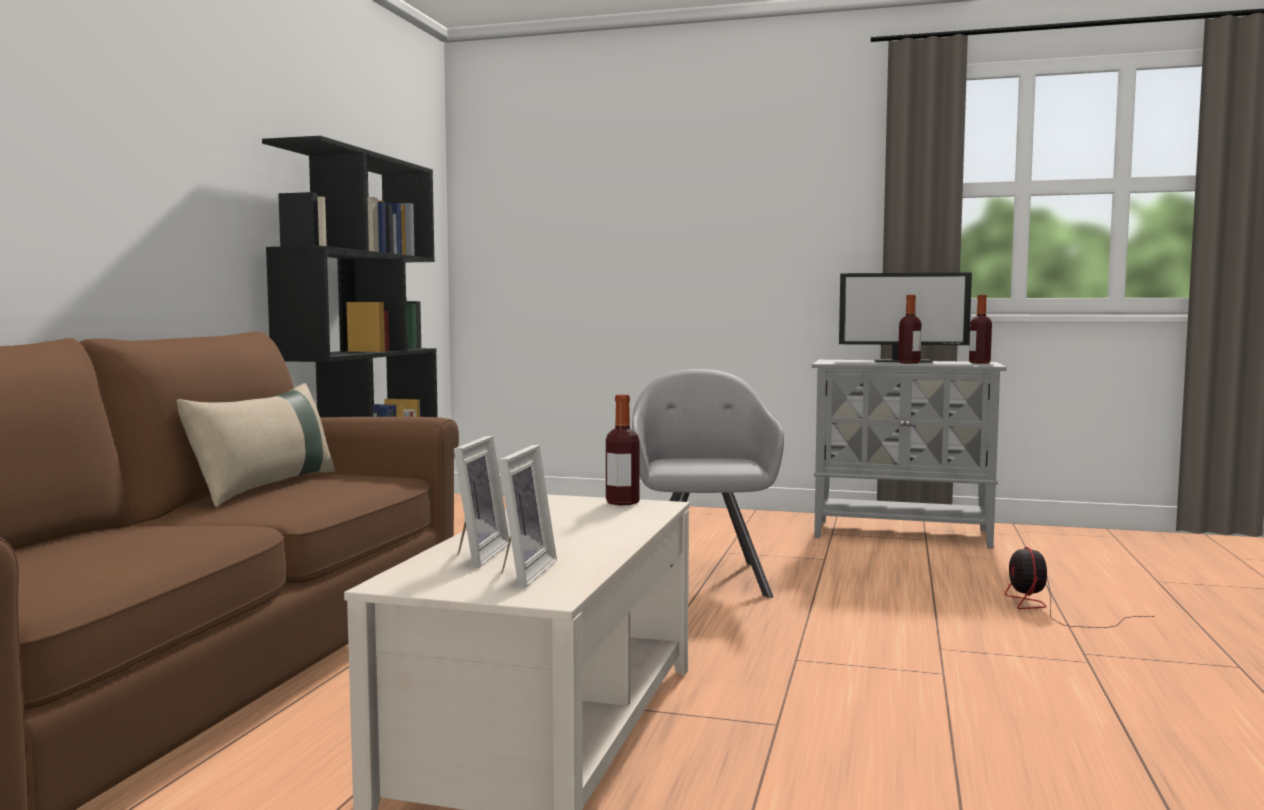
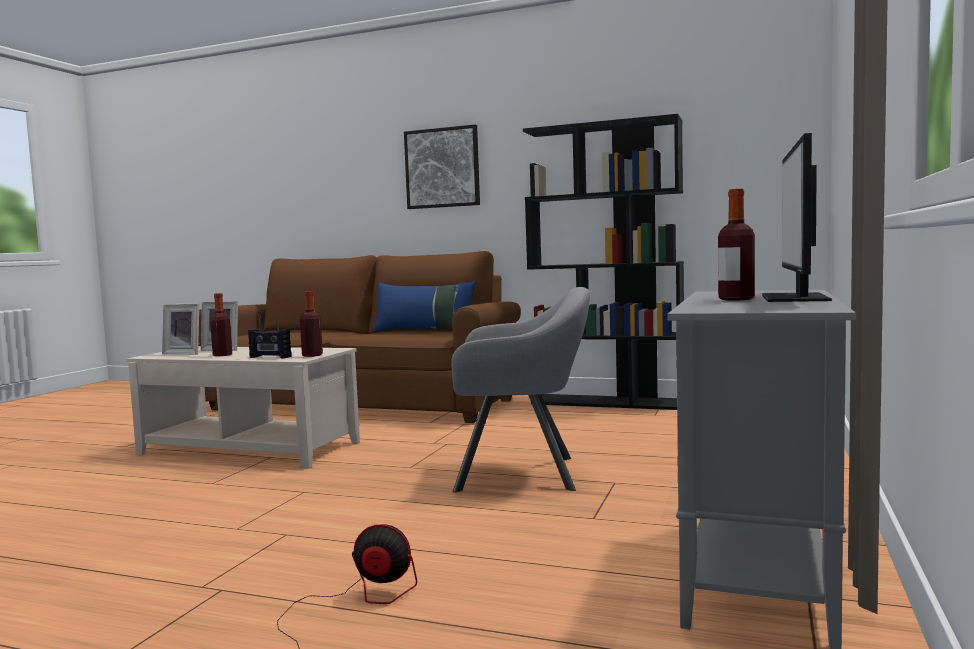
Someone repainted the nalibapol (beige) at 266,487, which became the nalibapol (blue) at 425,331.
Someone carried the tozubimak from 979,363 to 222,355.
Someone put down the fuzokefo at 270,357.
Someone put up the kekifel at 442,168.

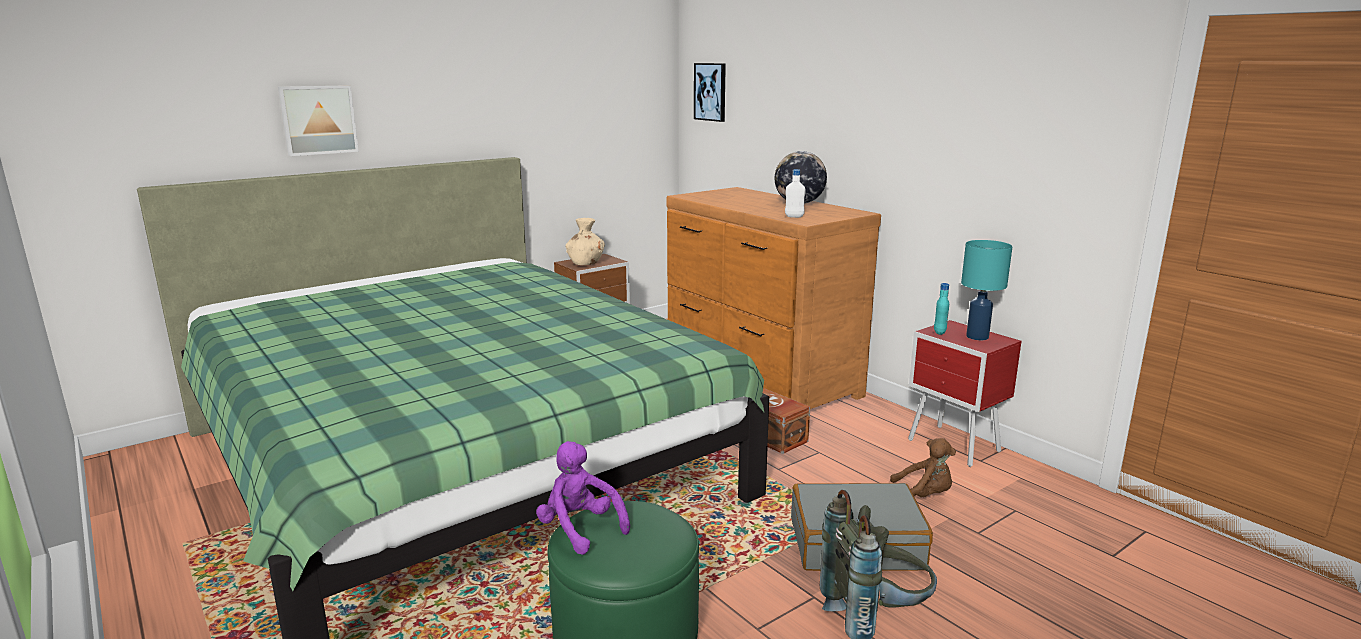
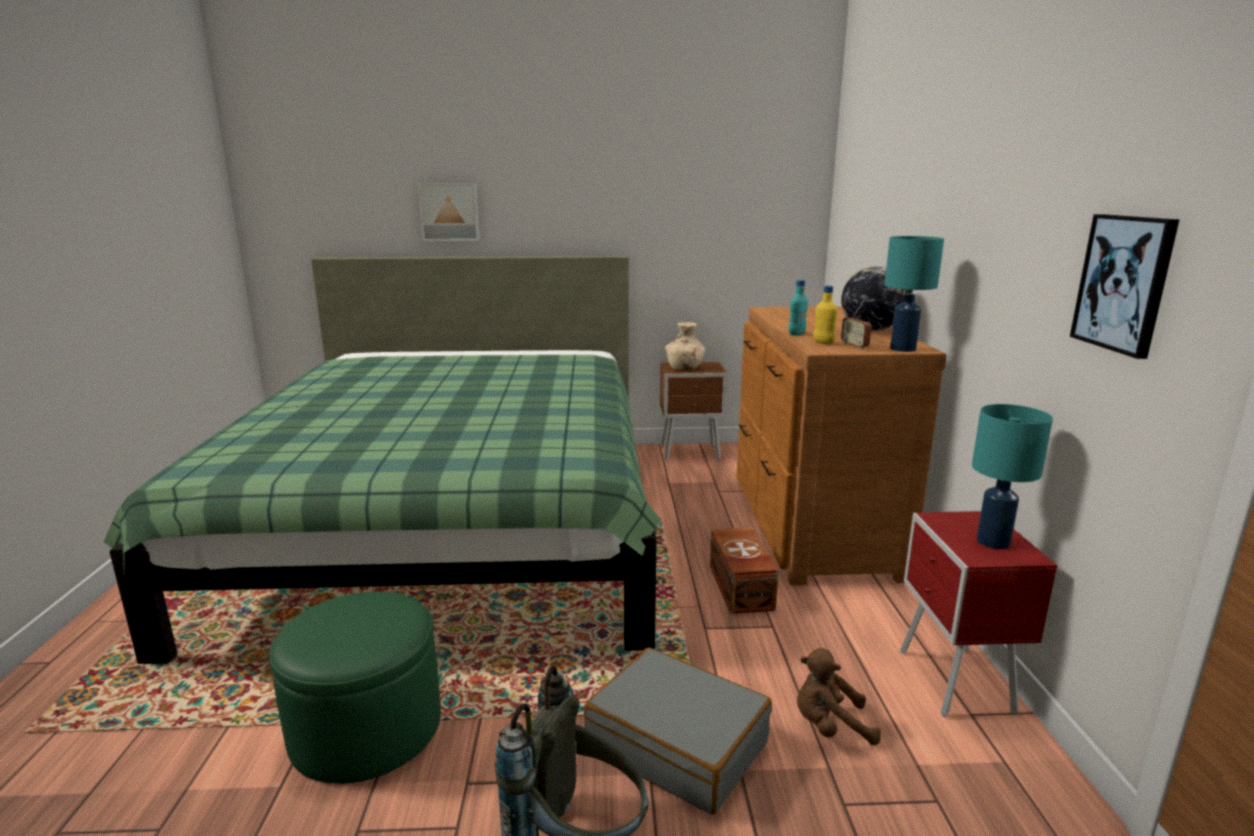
Someone took away the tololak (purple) at 579,529.
Someone carried the kekifel from 710,92 to 1124,283.
Someone repainted the tozubimak (white) at 794,217, which became the tozubimak (yellow) at 823,343.
Someone rotated the tololak (brown) at 923,496 by 135 degrees clockwise.
Someone carried the tozubimak (turquoise) from 939,332 to 796,334.
Someone put down the fuzokefo at 854,346.
Someone put down the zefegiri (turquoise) at 902,349.

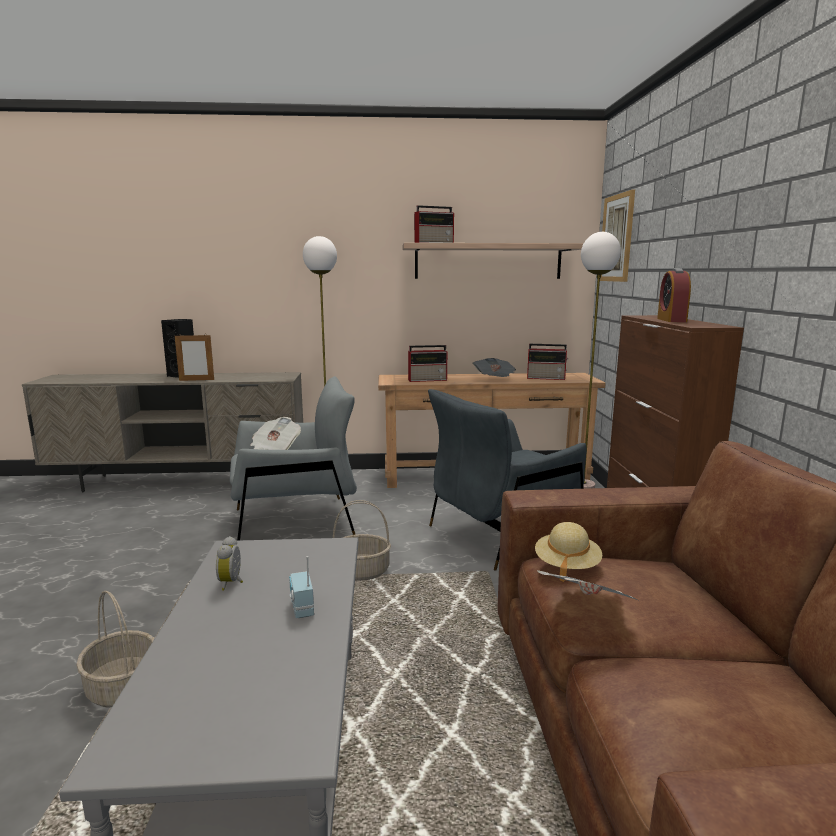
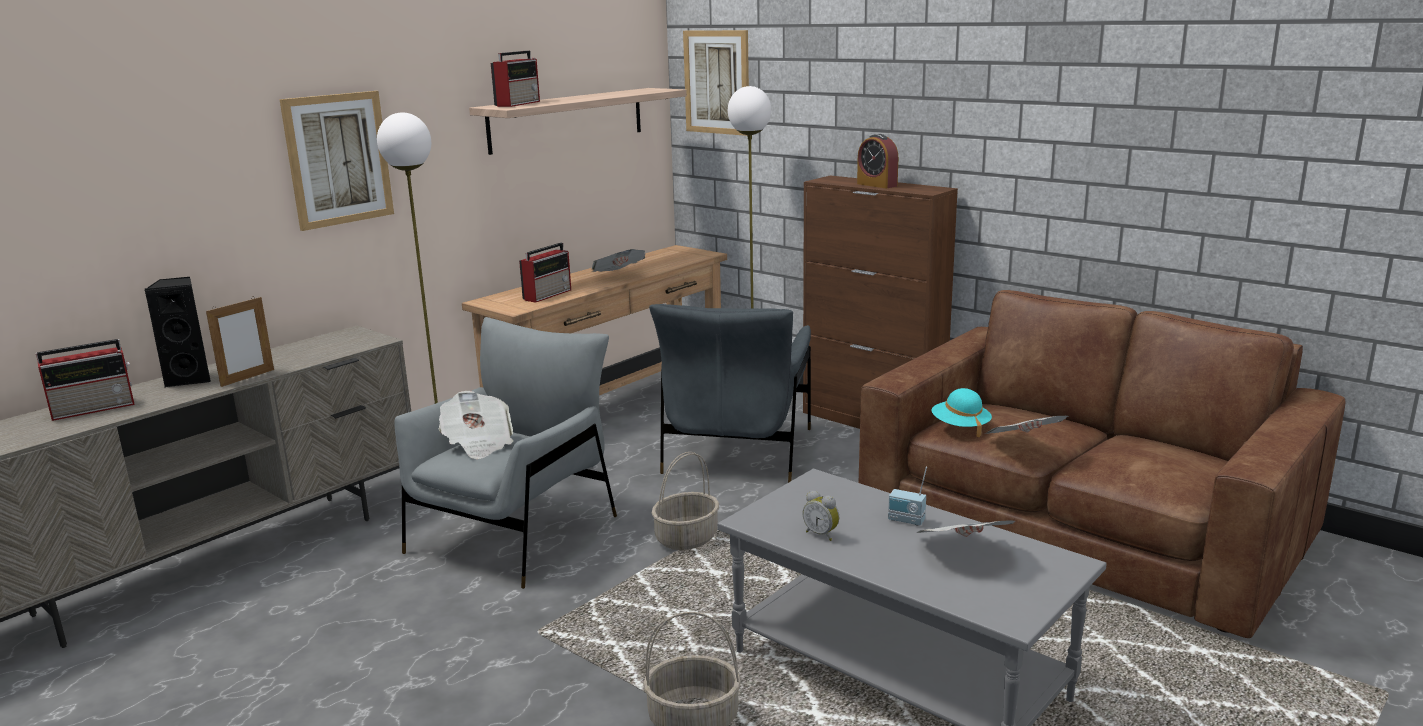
Someone carried the fuzokefo from 547,378 to 95,408.
Someone repainted the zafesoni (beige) at 566,565, which became the zafesoni (turquoise) at 960,427.
Someone put up the kekifel at 338,159.
Someone put down the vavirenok at 962,551.

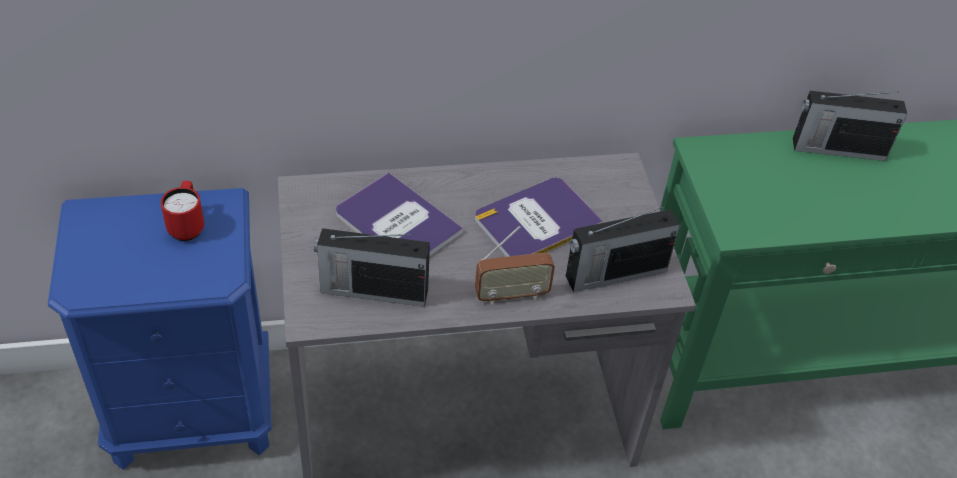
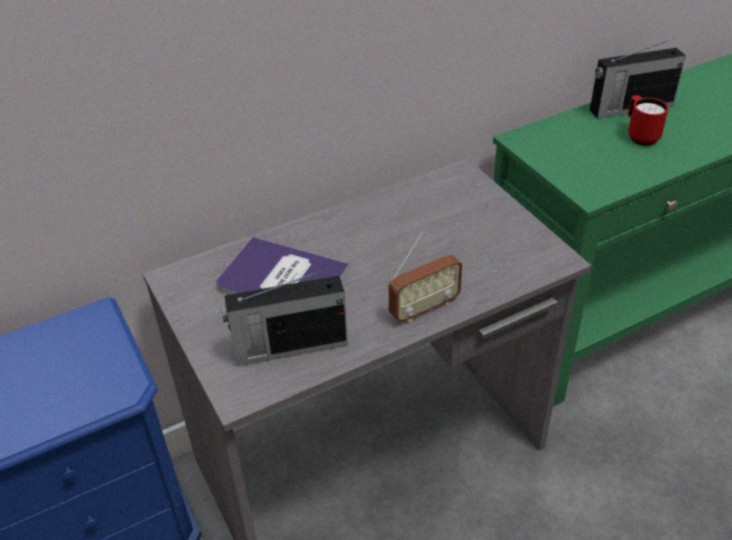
Someone carried the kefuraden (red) from 187,226 to 640,136.
Someone took away the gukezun at 537,221.
Someone took away the fuzokefo at 614,274.

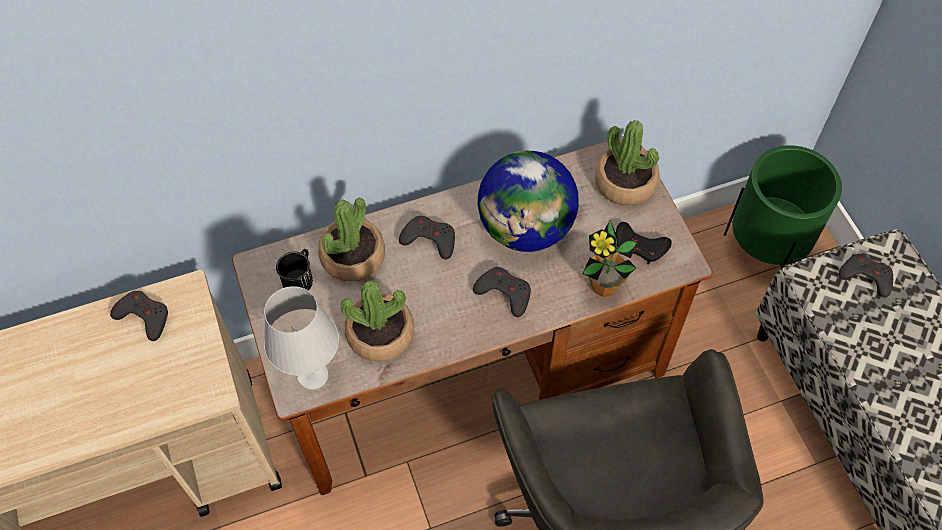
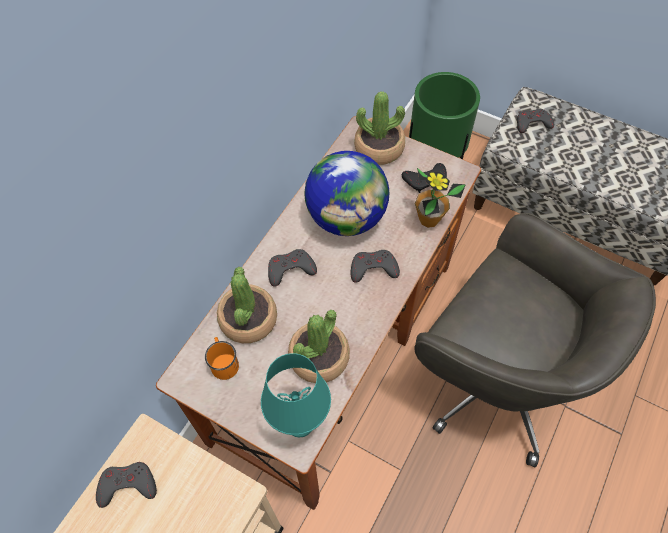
Someone repainted the zefegiri (white) at 313,375, which became the zefegiri (turquoise) at 300,423.
Someone repainted the kefuraden (black) at 300,278, which became the kefuraden (orange) at 224,362.

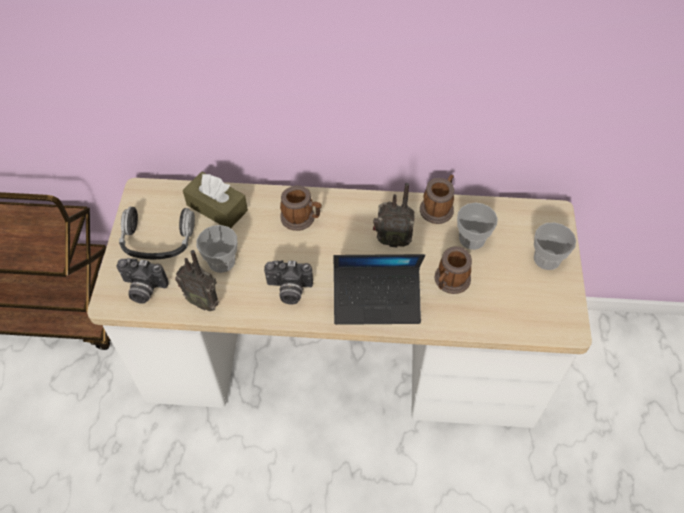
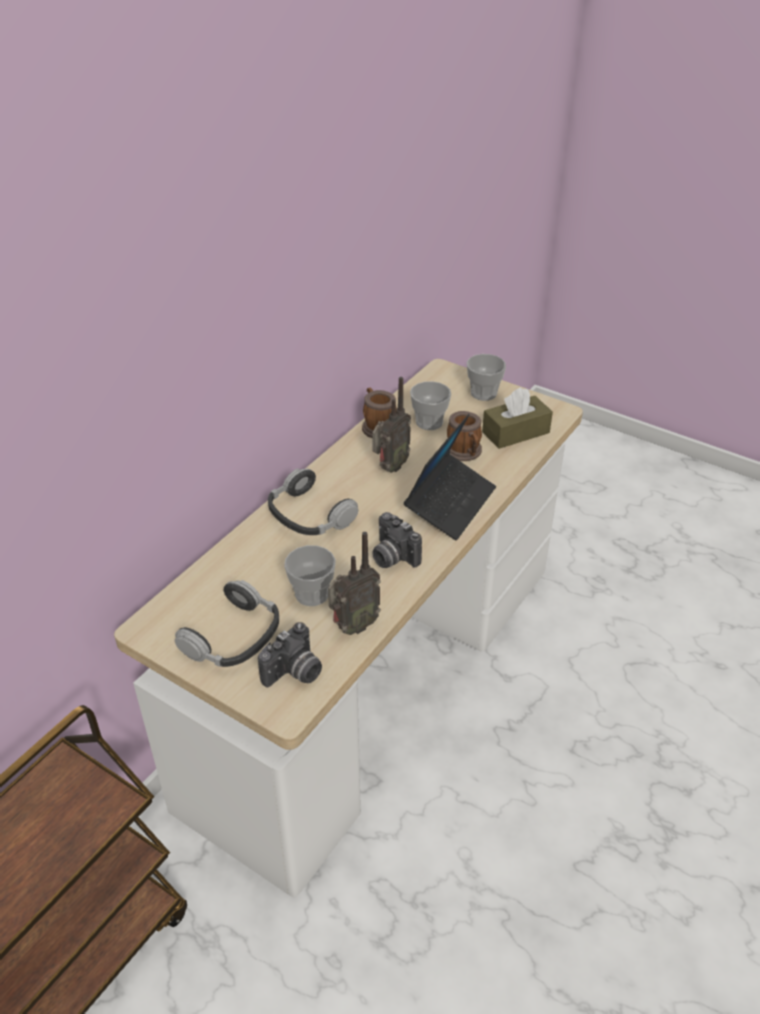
Someone carried the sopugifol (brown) from 217,208 to 515,432.
Someone rotated the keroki at 289,290 by 105 degrees clockwise.
Someone swapped the kefuraden at 301,218 for the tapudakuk at 309,515.

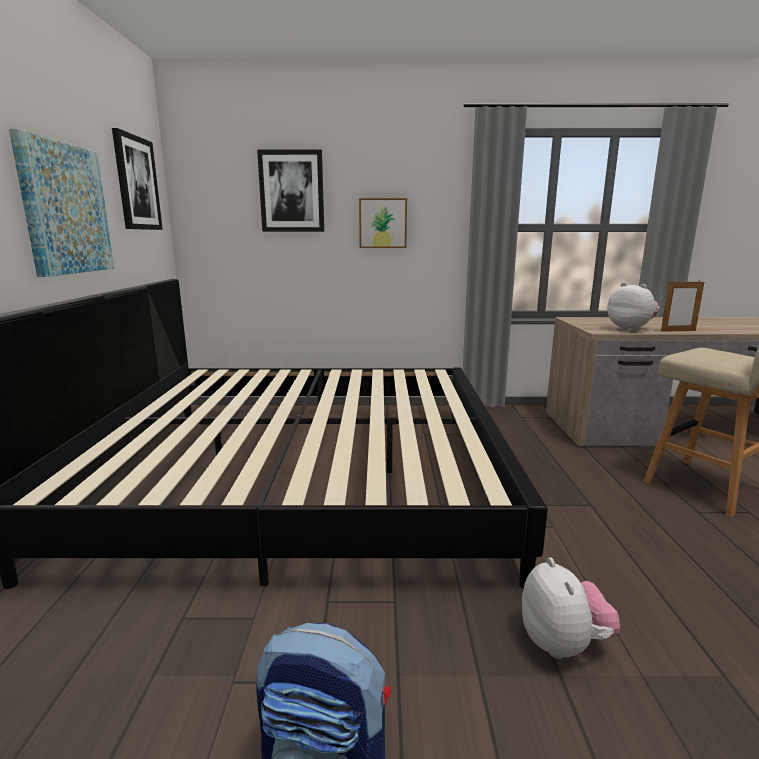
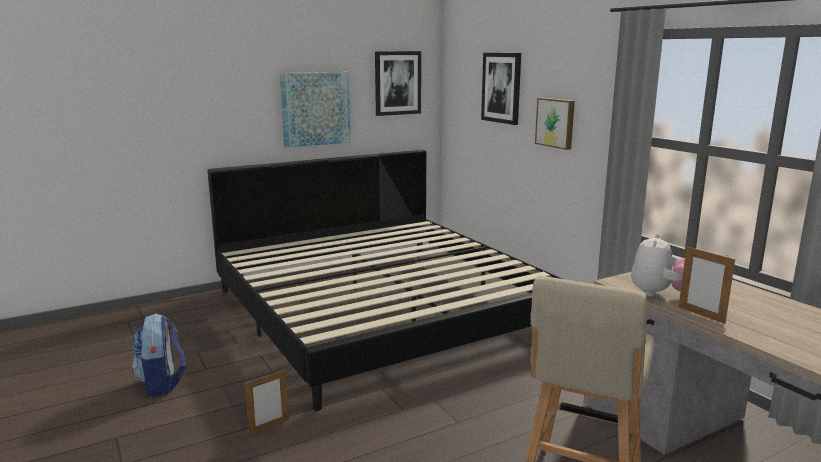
Someone swapped the tololak at 563,644 for the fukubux at 269,427.

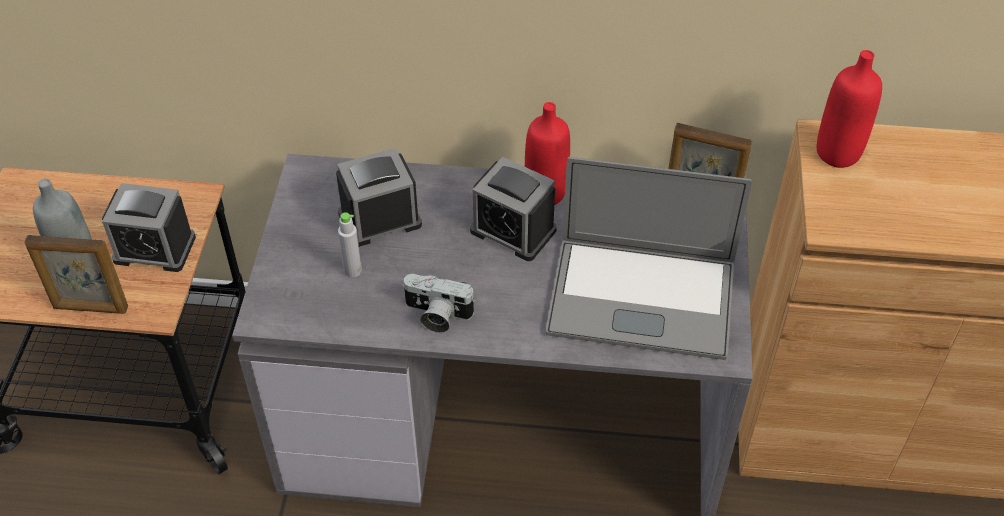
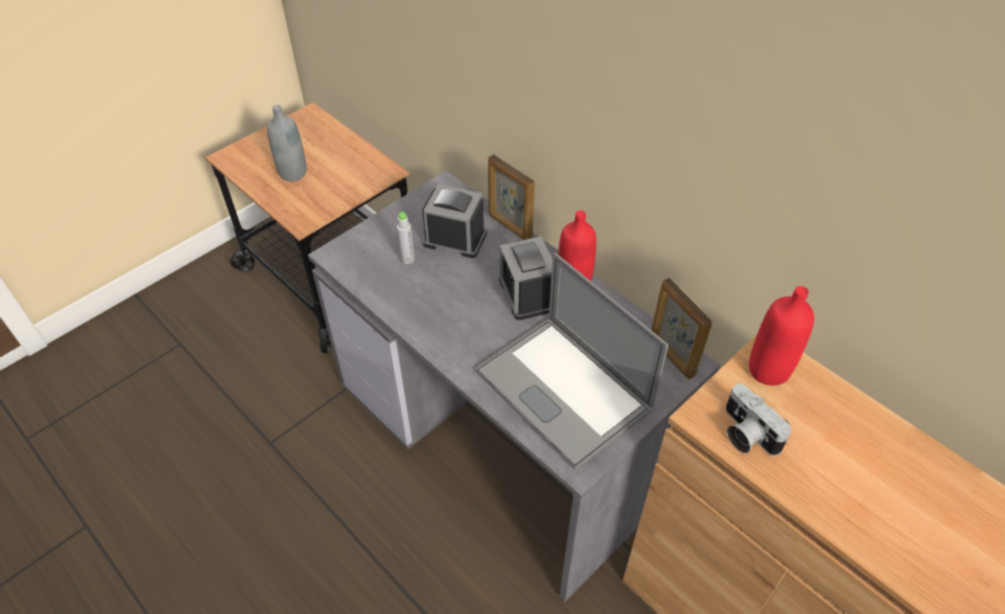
Someone carried the fukubux from 90,308 to 509,227.
Someone took away the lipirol at 154,248.
Someone carried the keroki from 436,315 to 745,433.

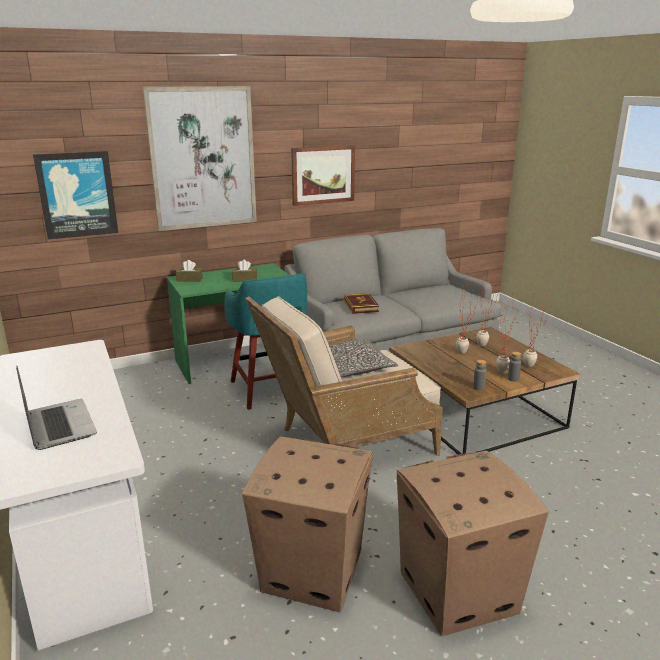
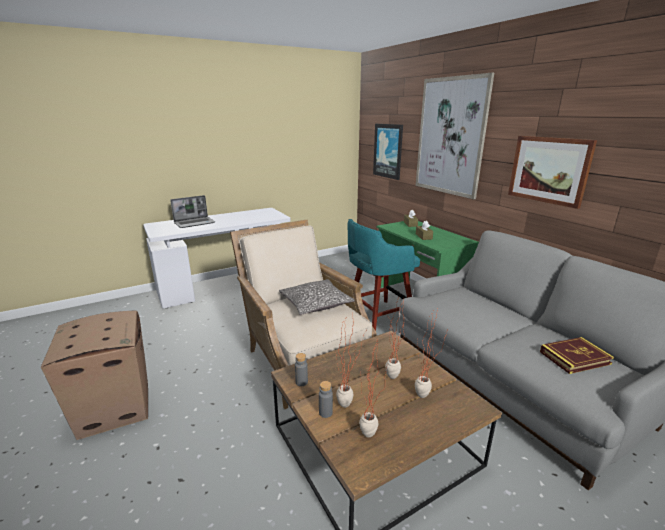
Someone took away the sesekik at 310,571.
Someone carried the gukezun from 360,306 to 574,358.

